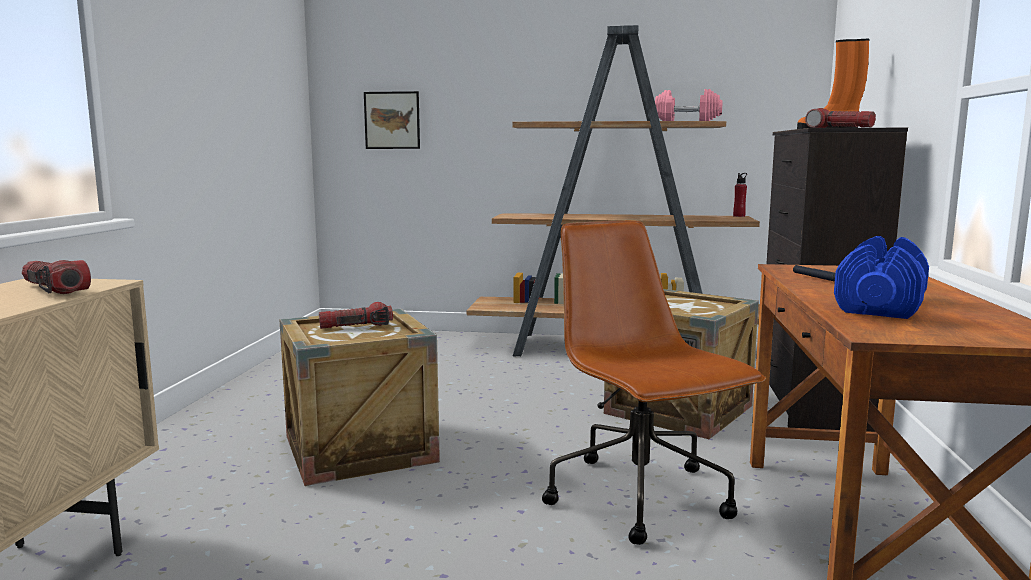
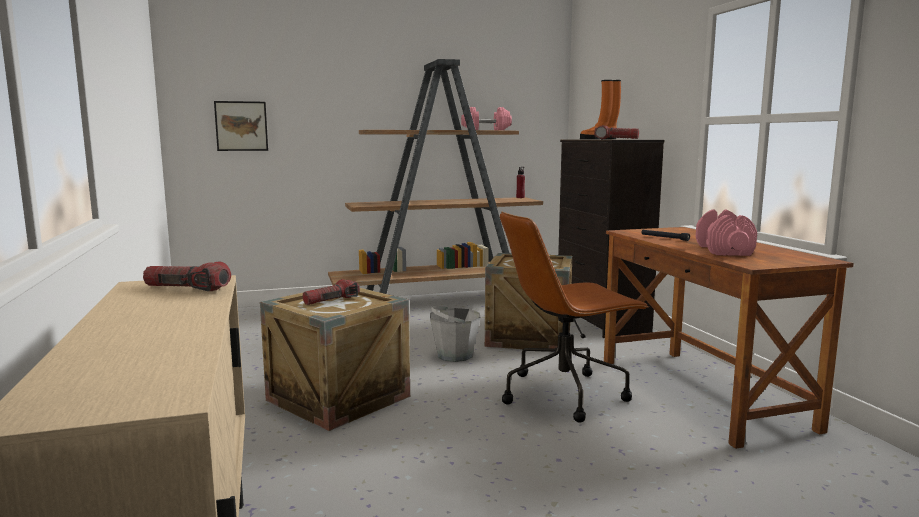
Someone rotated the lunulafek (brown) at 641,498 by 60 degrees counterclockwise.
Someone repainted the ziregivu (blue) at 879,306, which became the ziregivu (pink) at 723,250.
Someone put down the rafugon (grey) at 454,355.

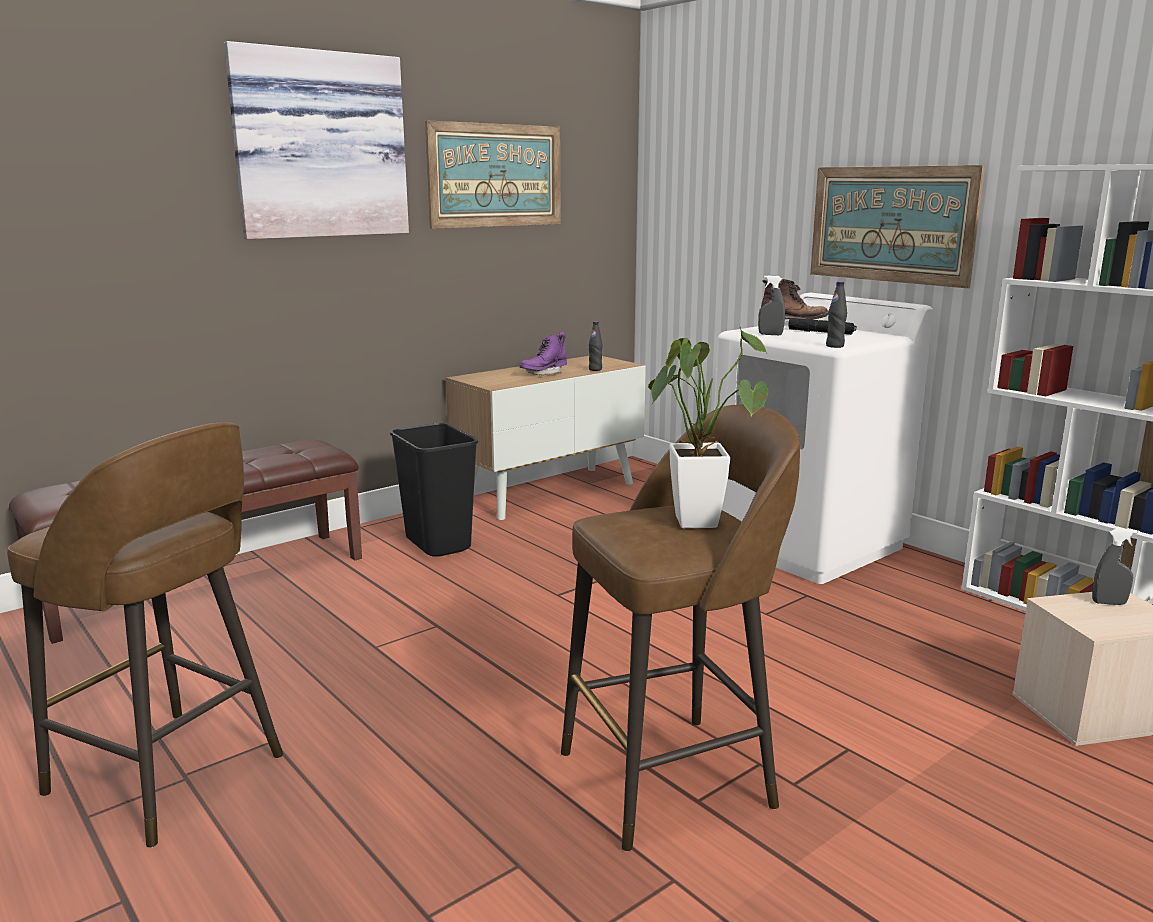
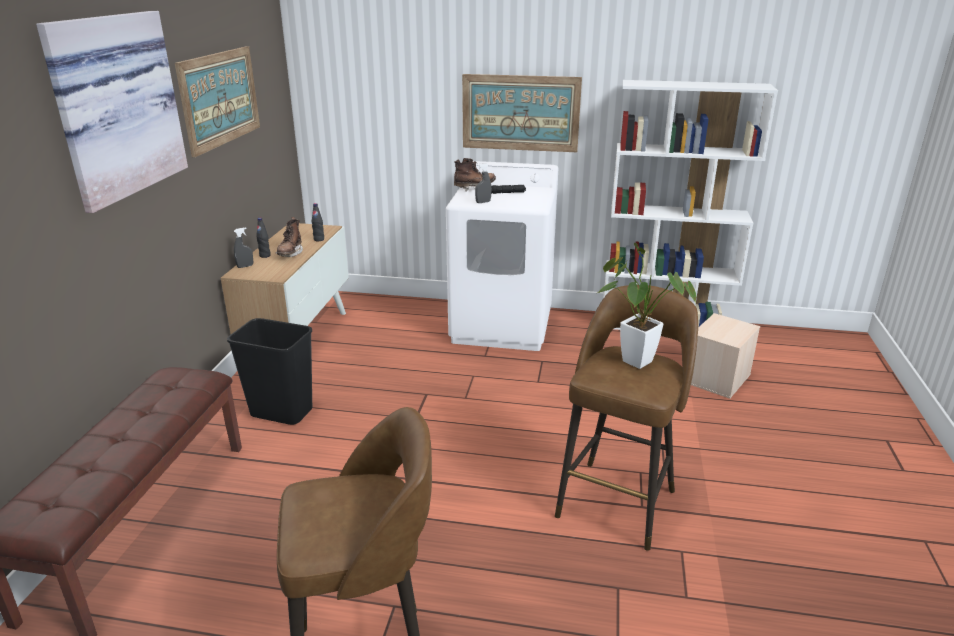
Someone repainted the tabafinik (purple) at 543,374, which became the tabafinik (brown) at 290,253.
Someone carried the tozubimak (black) from 835,346 to 265,256.
Someone carried the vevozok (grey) from 1109,603 to 245,266.

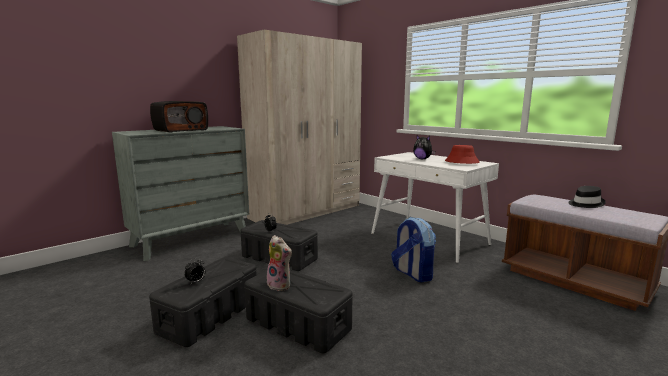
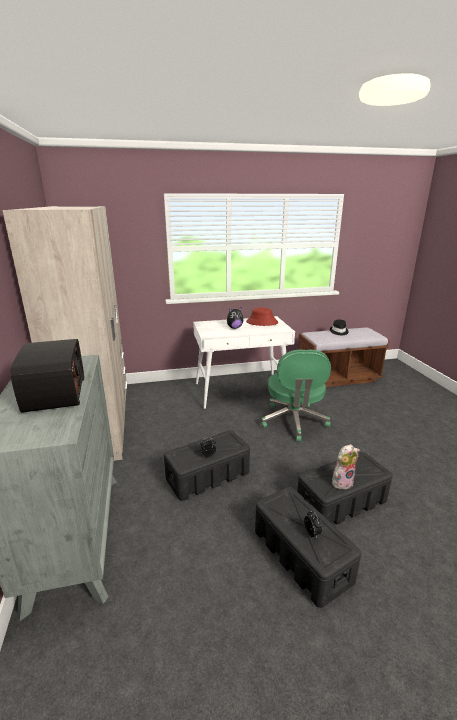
Someone swapped the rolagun at 412,274 for the lunulafek (green) at 294,422.

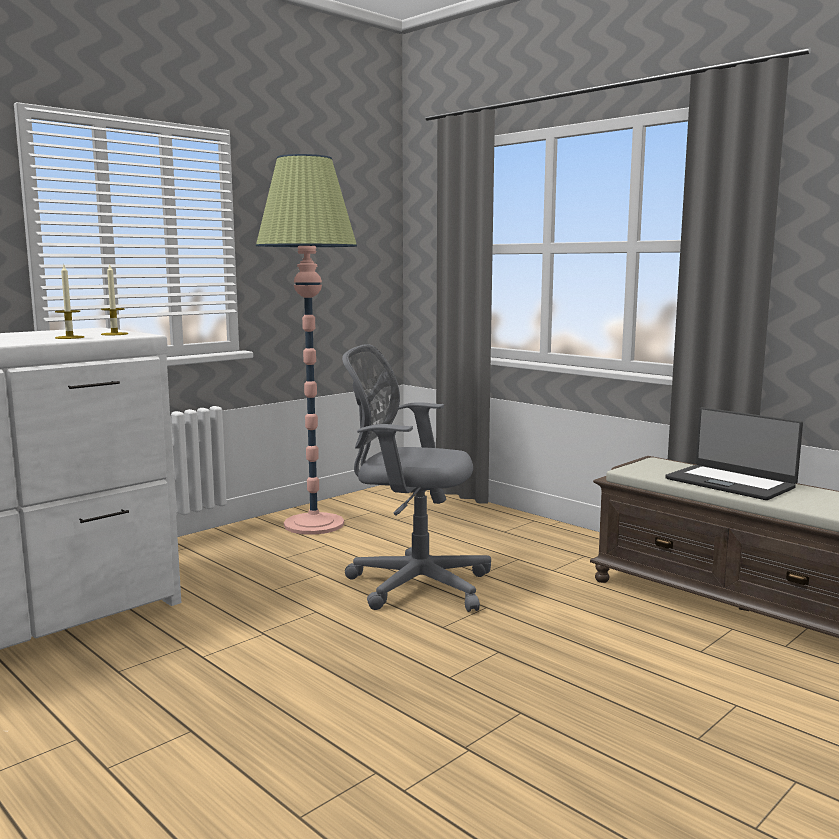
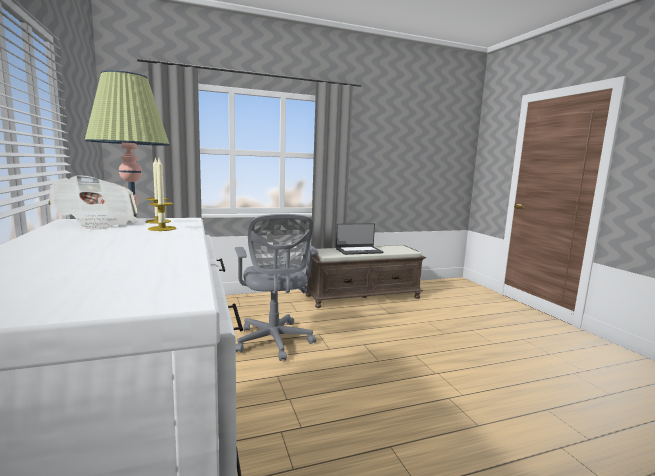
Someone rotated the lunulafek (grey) at 413,584 by 60 degrees counterclockwise.
Someone put down the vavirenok at 97,223.

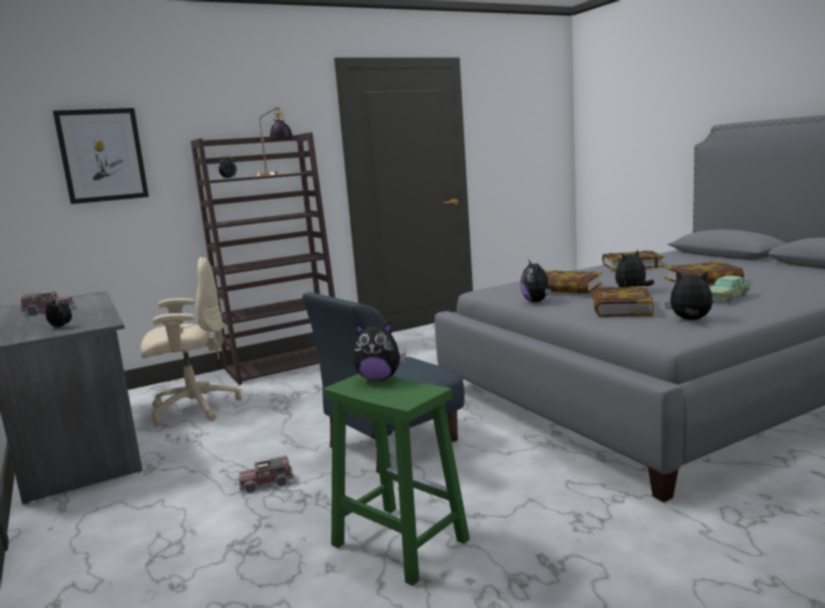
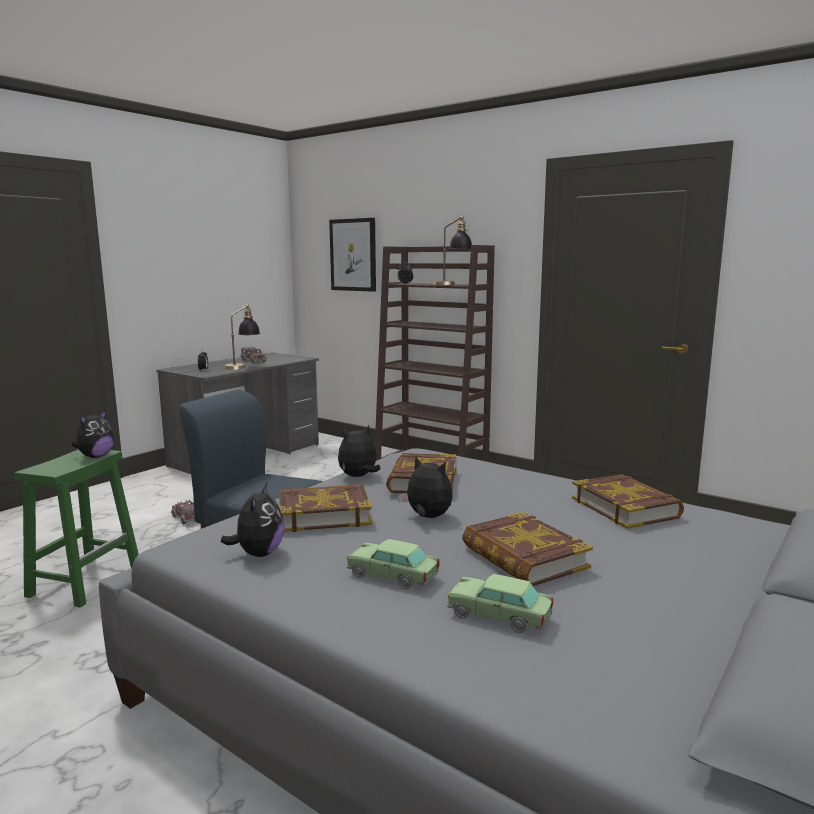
Someone took away the lunulafek (beige) at 193,408.
Someone rotated the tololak at 379,378 by 135 degrees counterclockwise.
Someone put down the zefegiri at 243,366.
Someone put down the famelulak at 499,616.

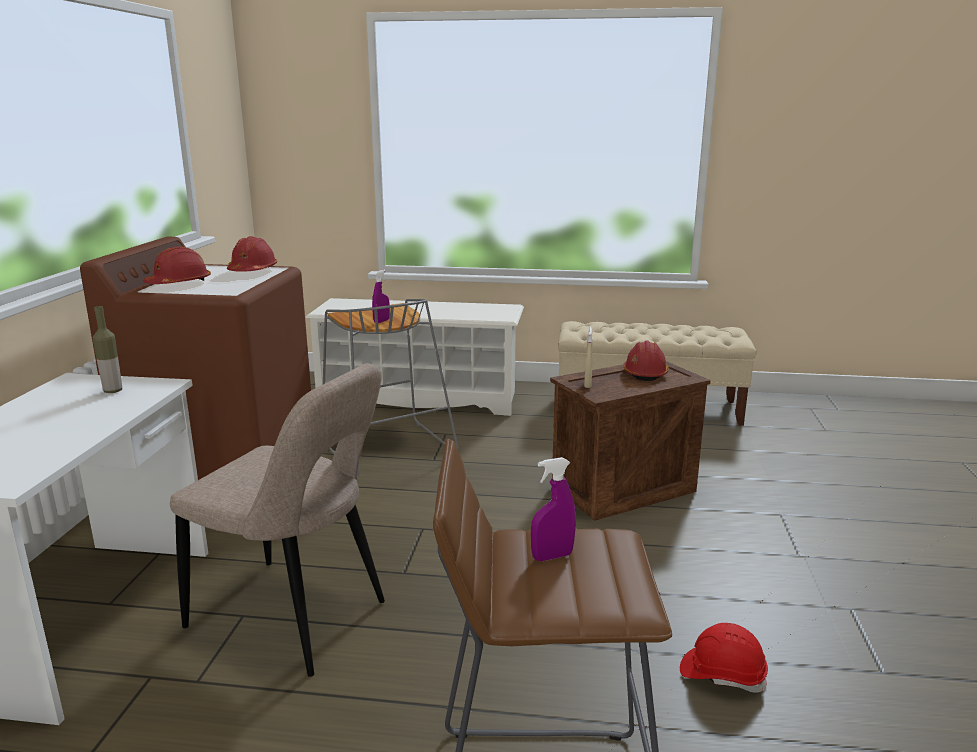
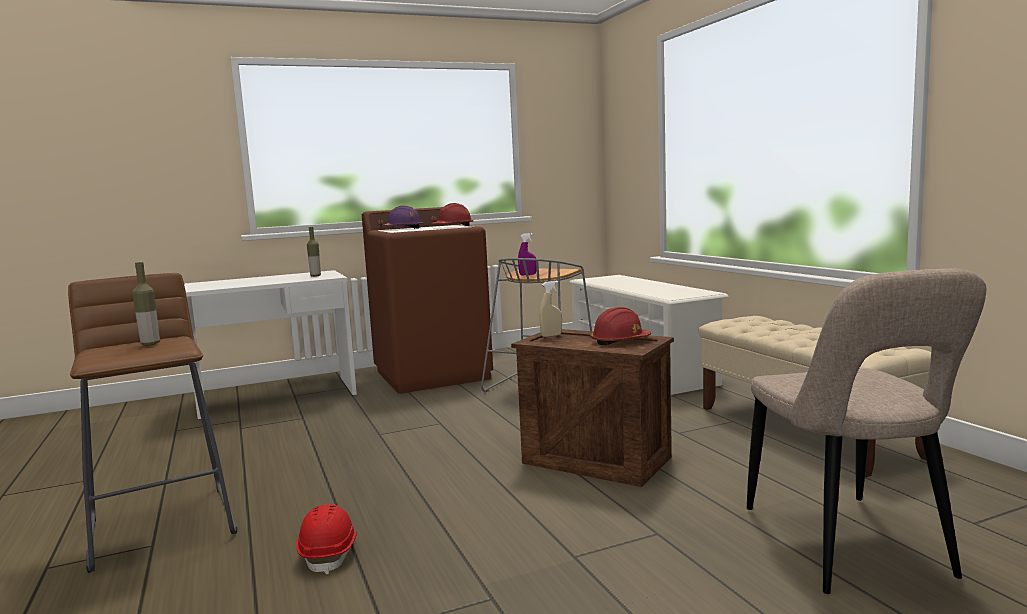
Someone repainted the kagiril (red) at 179,283, which became the kagiril (purple) at 403,229.
Someone carried the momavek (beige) from 295,618 to 849,547.
Someone swapped the vevozok (purple) at 552,556 for the tozubimak at 150,344.

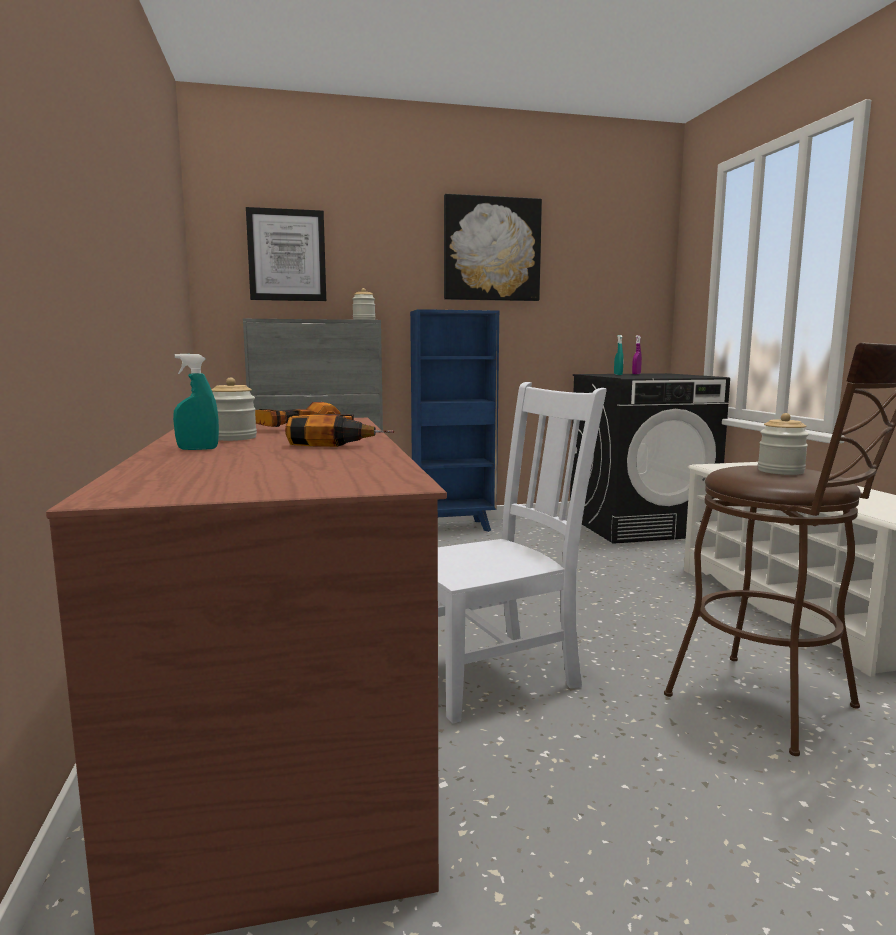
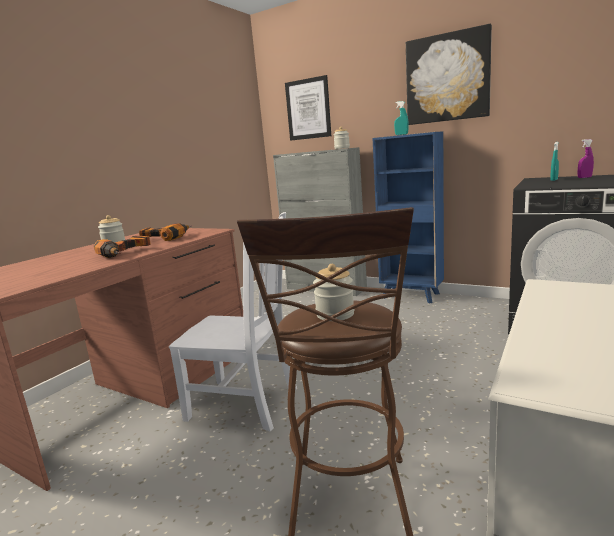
Someone carried the vevozok (turquoise) from 198,449 to 401,134.

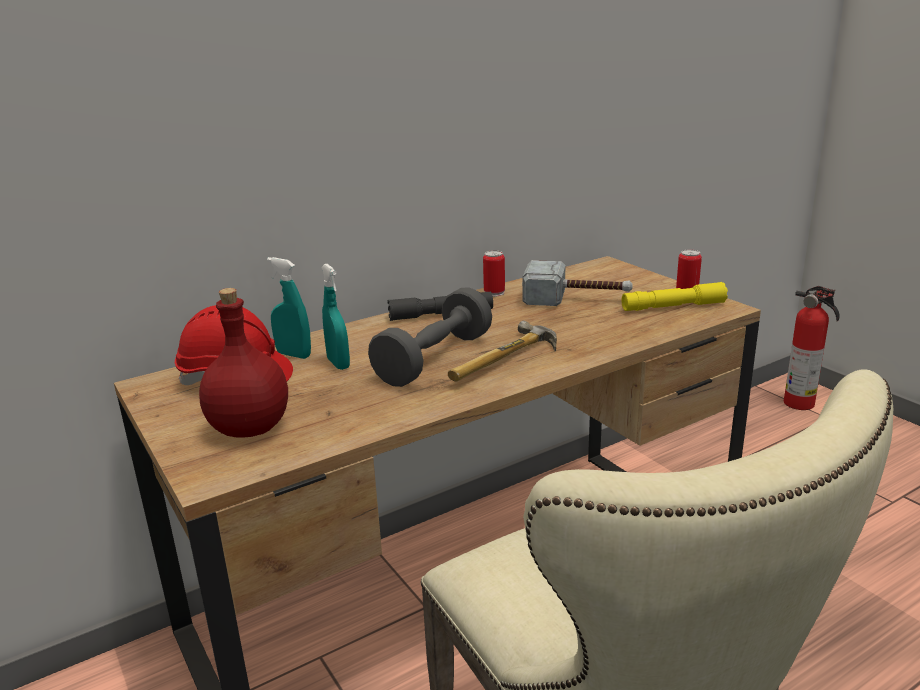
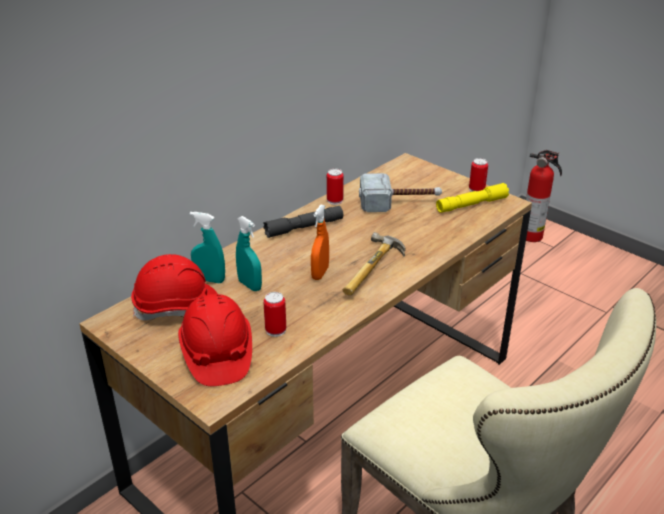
Someone swapped the tozubimak (red) at 249,429 for the kagiril (red) at 217,354.
Someone swapped the ziregivu (grey) at 434,359 for the vevozok (orange) at 320,273.
Someone put down the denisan at 275,330.

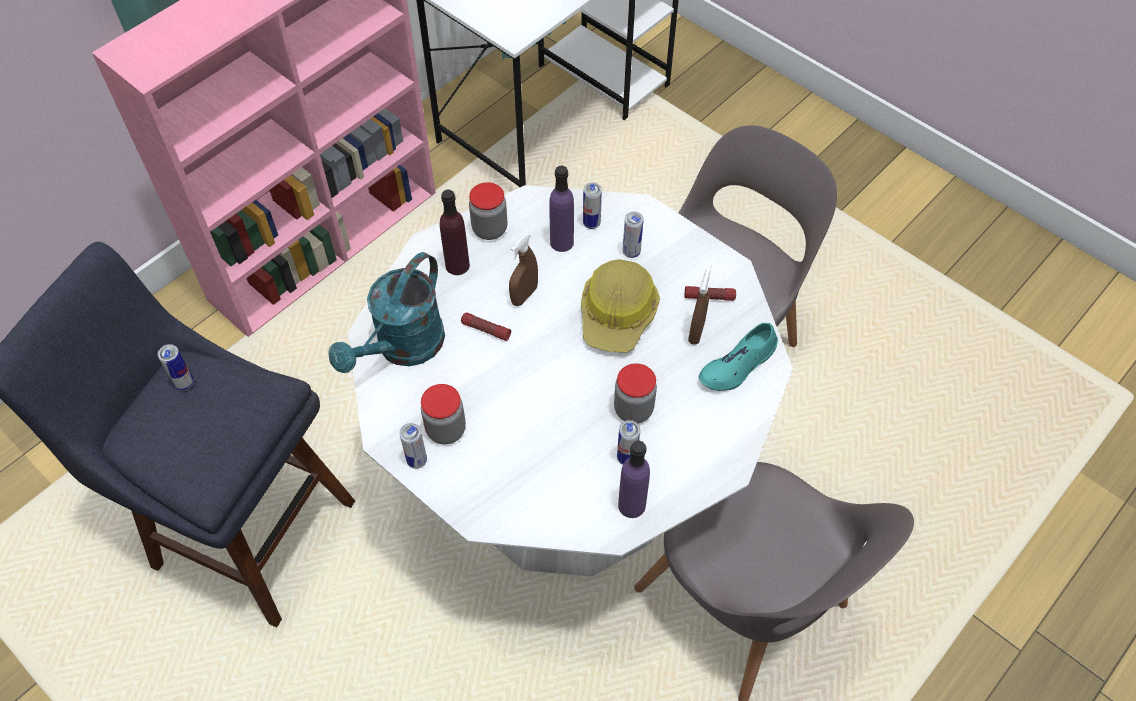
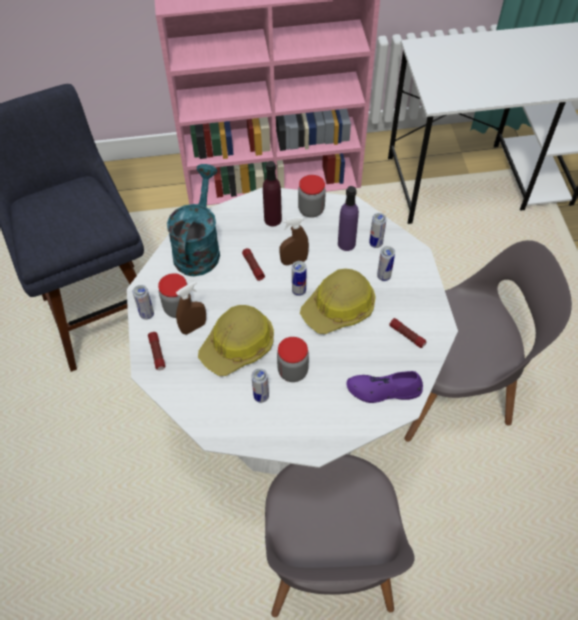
Someone carried the denisan from 185,383 to 299,291.
Someone rotated the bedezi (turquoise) at 403,348 by 120 degrees clockwise.
Someone took away the tozubimak (purple) at 631,505.
Someone carried the vevozok (brown) from 696,331 to 193,327.
Someone repainted the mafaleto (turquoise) at 737,365, which became the mafaleto (purple) at 383,390.
Someone put down the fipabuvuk at 157,353.
Someone put down the kagiril at 238,346.

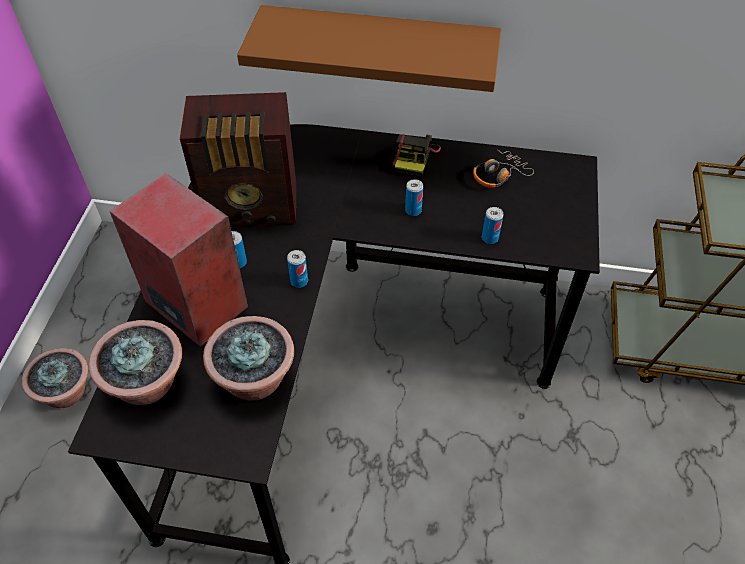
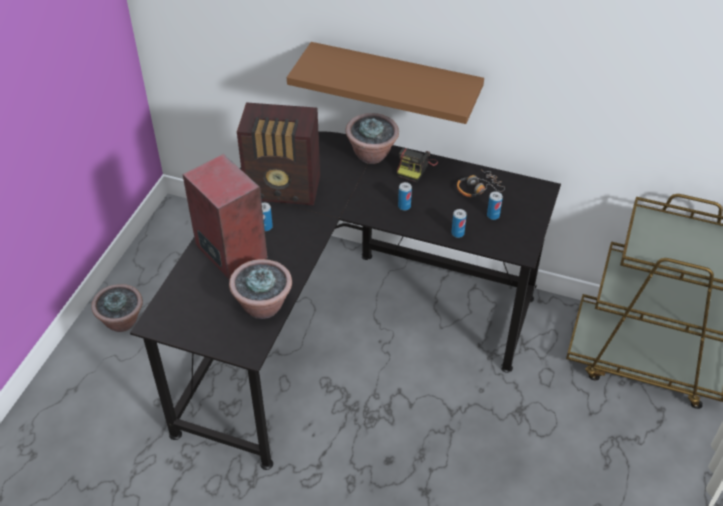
Someone carried the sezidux from 148,384 to 372,154.
Someone carried the denisan from 299,281 to 493,215.

